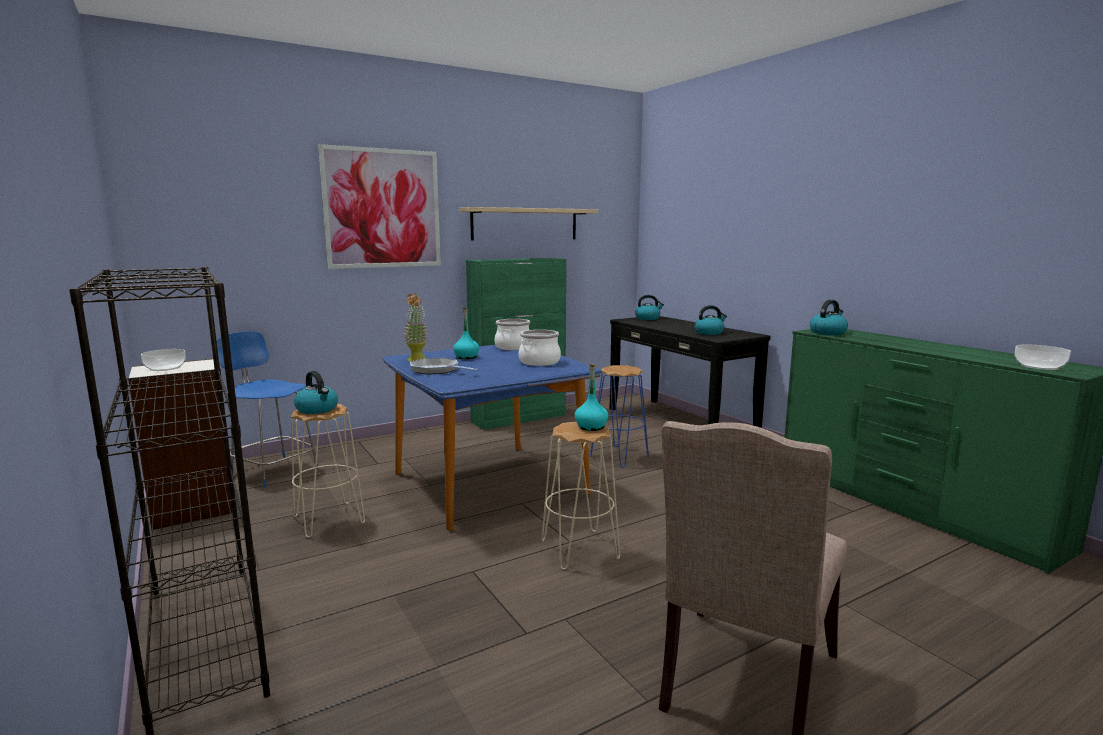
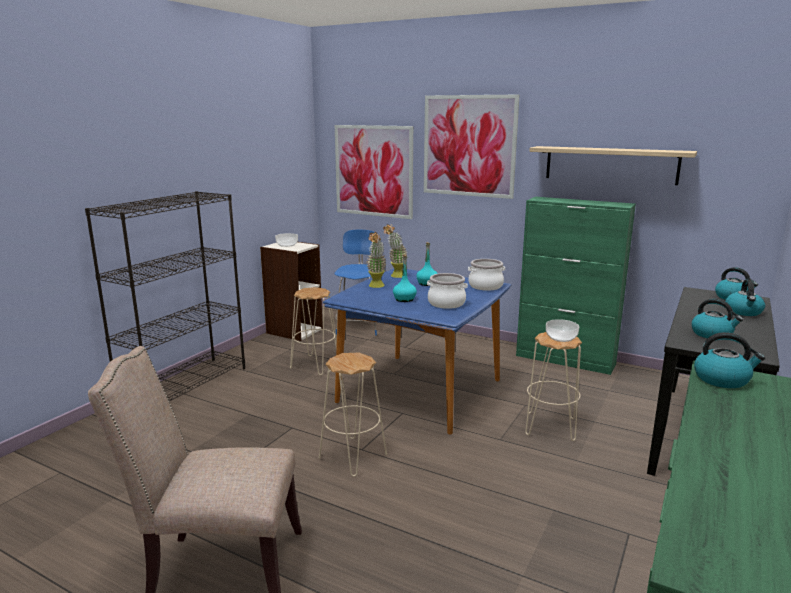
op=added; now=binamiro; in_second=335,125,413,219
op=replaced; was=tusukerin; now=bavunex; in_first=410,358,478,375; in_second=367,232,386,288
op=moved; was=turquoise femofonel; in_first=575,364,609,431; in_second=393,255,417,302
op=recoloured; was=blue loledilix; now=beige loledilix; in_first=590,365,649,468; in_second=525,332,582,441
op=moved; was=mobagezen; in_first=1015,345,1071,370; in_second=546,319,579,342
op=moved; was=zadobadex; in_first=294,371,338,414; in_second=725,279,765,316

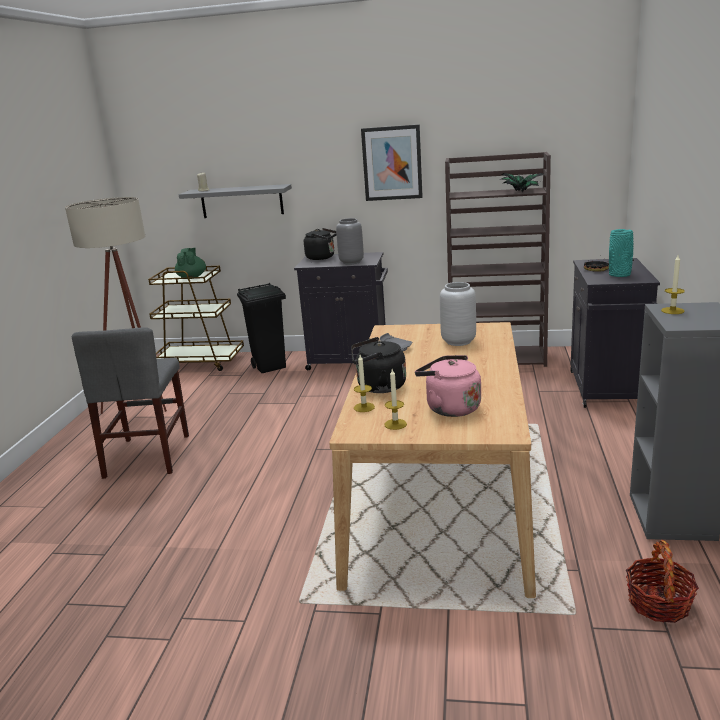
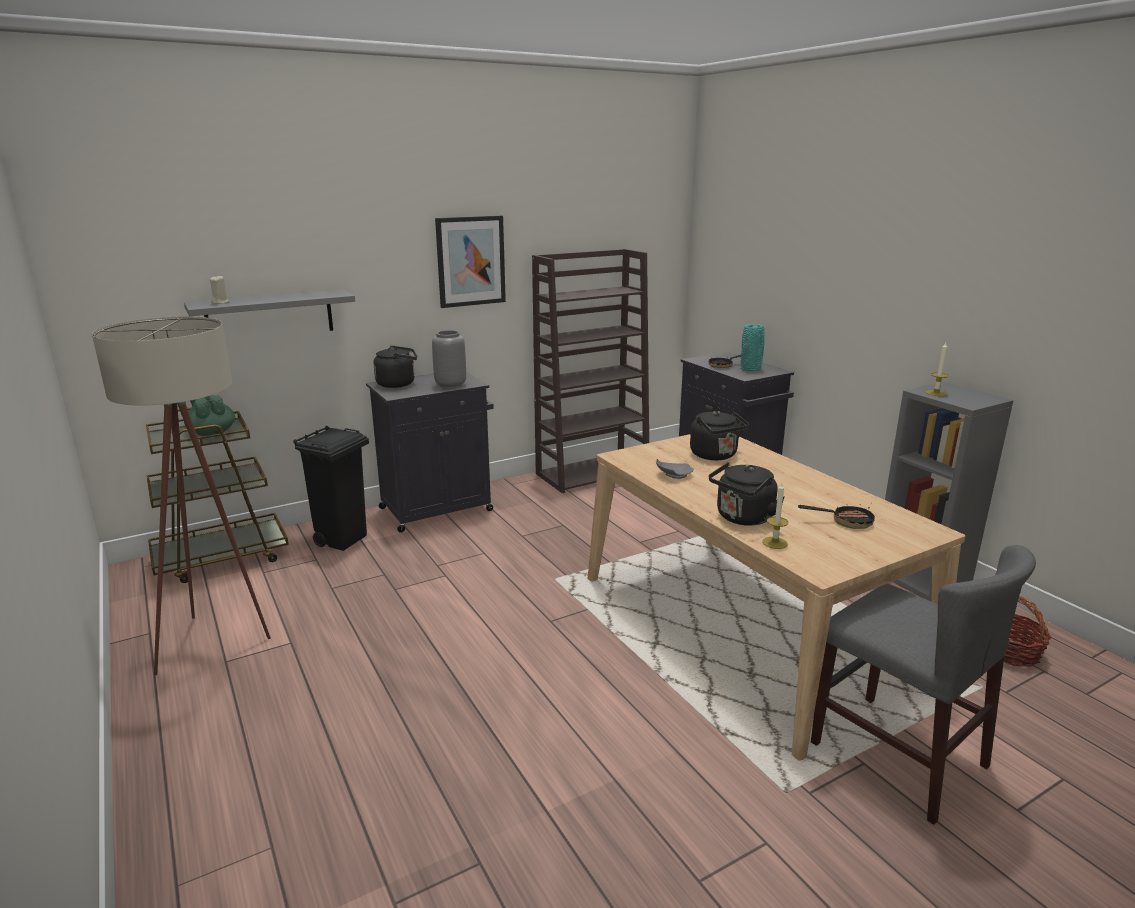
op=replaced; was=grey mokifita; now=black zadobadex; in_first=440,282,476,346; in_second=690,411,749,460
op=replaced; was=pink zadobadex; now=tusukerin; in_first=415,355,481,417; in_second=798,504,875,529
op=moved; was=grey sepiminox; in_first=72,327,189,479; in_second=811,545,1036,825
op=removed; was=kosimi; in_first=384,369,407,430
op=removed; was=bavunex; in_first=500,173,544,193

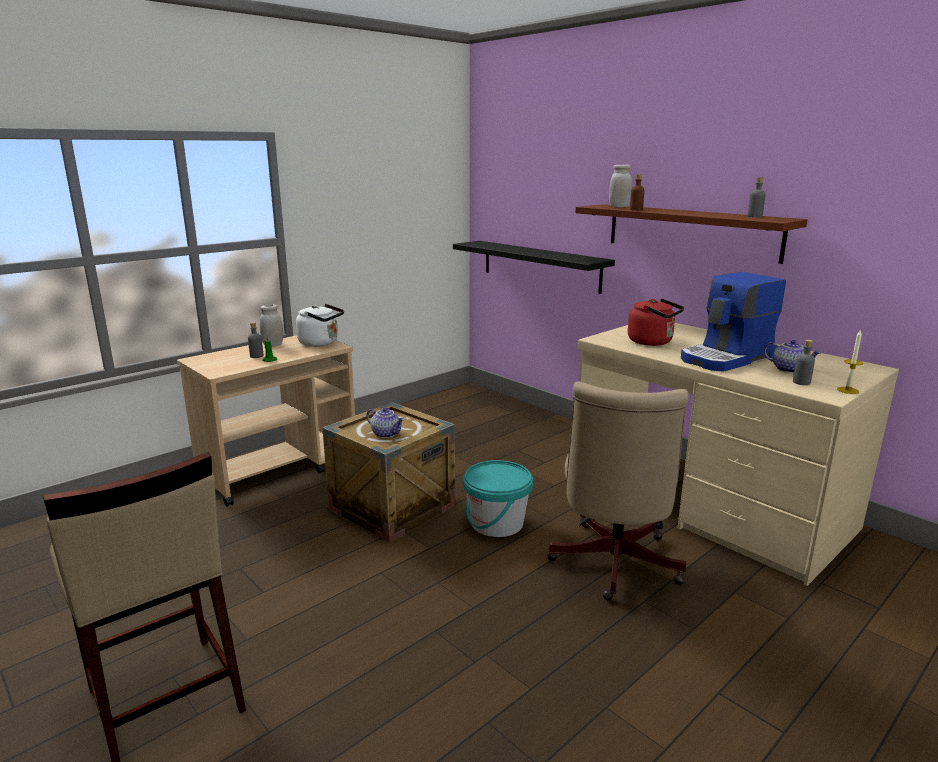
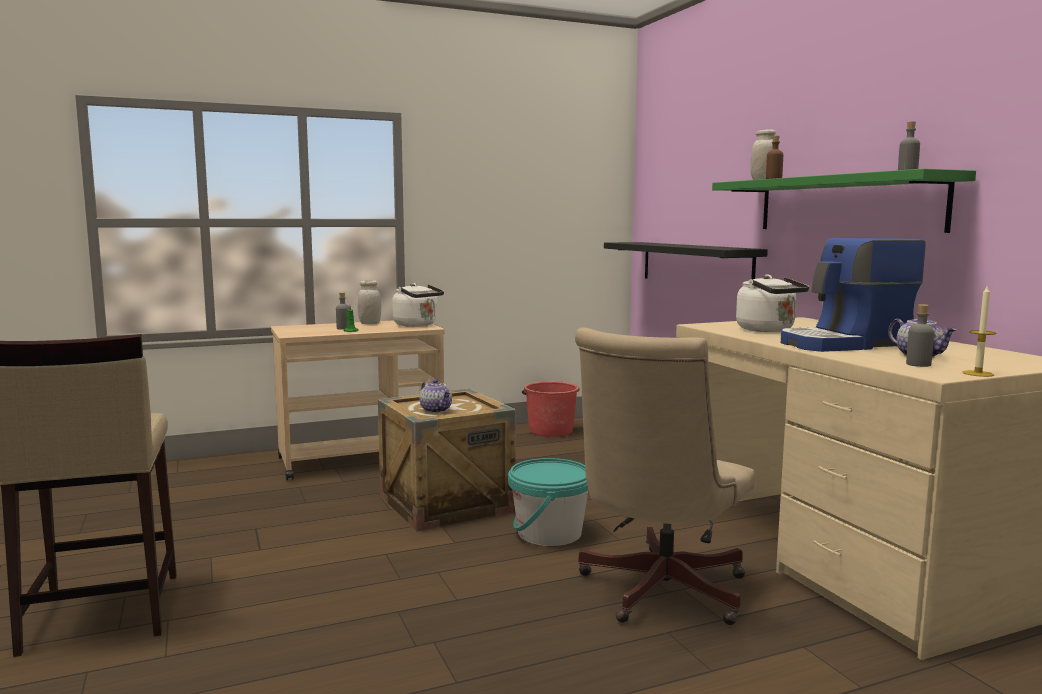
op=added; now=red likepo; in_second=522,381,580,437
op=recoloured; was=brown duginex; now=green duginex; in_first=575,204,808,264; in_second=712,169,976,233
op=recoloured; was=red zadobadex; now=white zadobadex; in_first=628,298,684,346; in_second=736,274,809,332

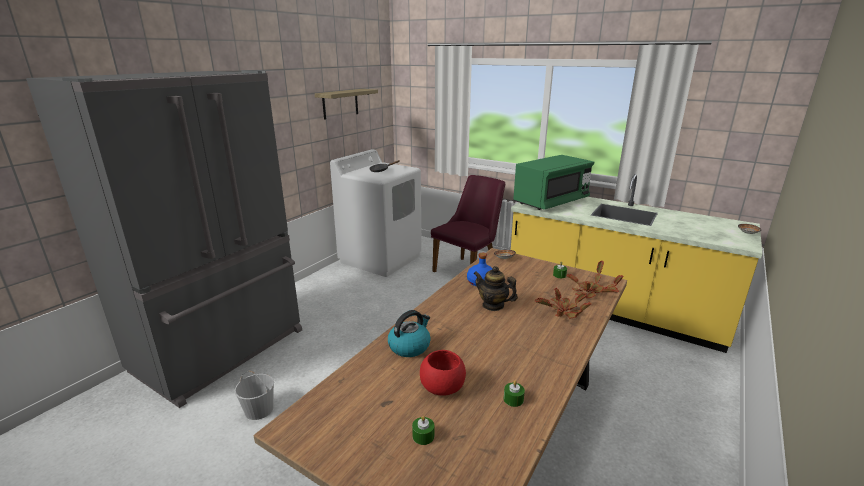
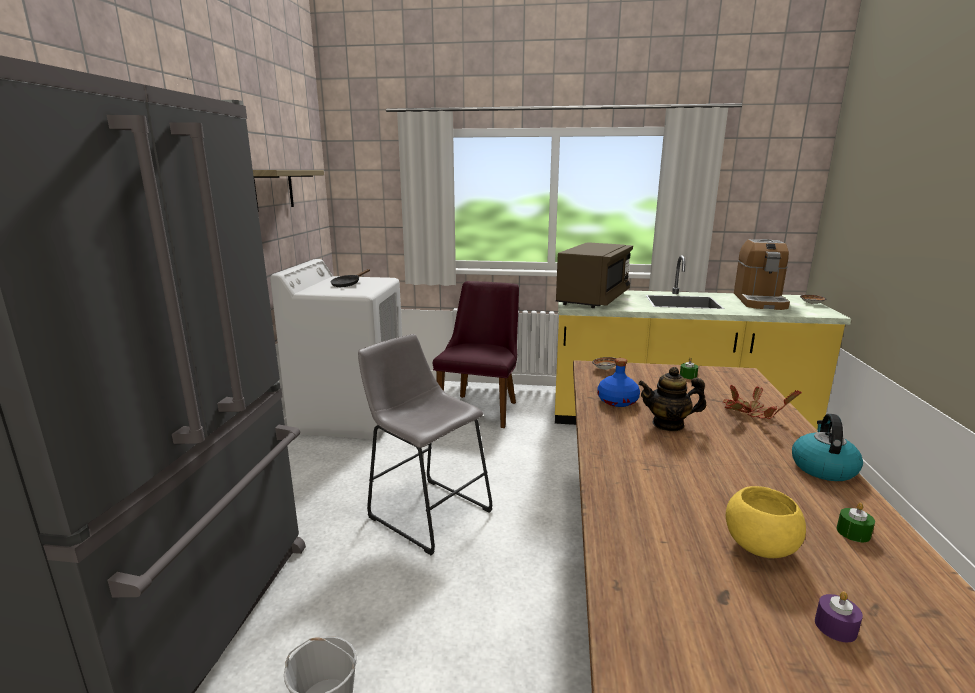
op=added; now=grey loledilix; in_second=358,334,492,555
op=recoloured; was=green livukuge; now=brown livukuge; in_first=513,155,594,210; in_second=556,242,633,308
op=recoloured; was=red mobagezen; now=yellow mobagezen; in_first=420,350,466,396; in_second=726,486,806,558
op=added; now=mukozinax; in_second=734,239,790,310
op=moved; was=zadobadex; in_first=388,310,431,357; in_second=792,414,863,481
op=recoloured; was=green kosimi; now=purple kosimi; in_first=412,416,434,445; in_second=815,591,863,642
op=removed; was=bavunex; in_first=566,261,624,298

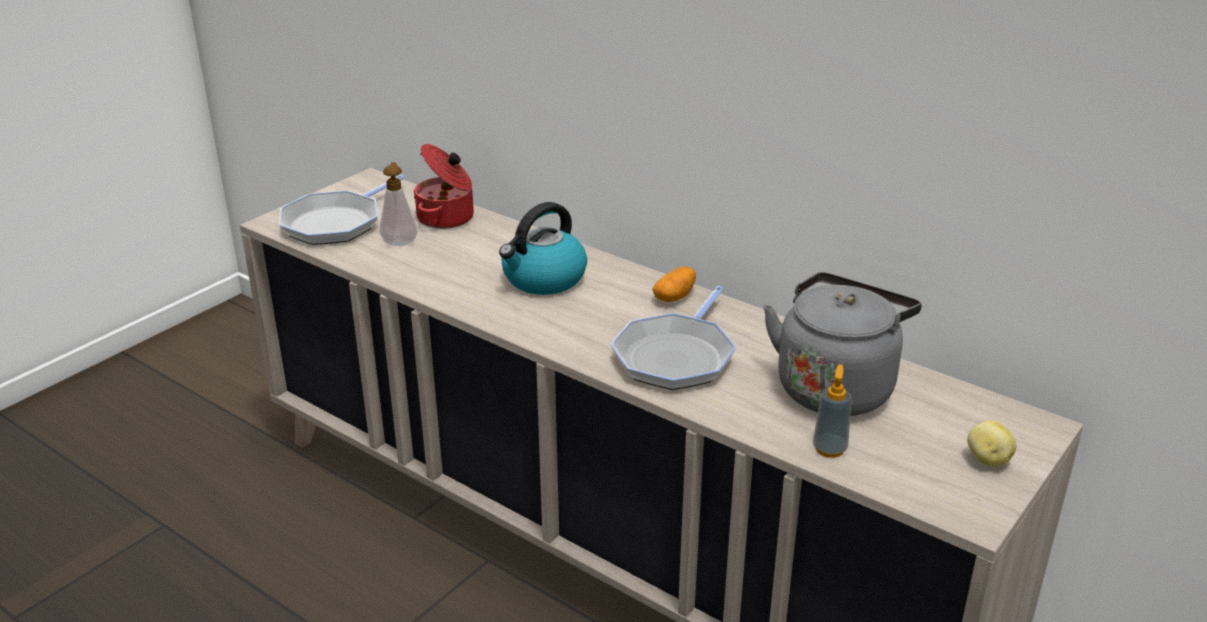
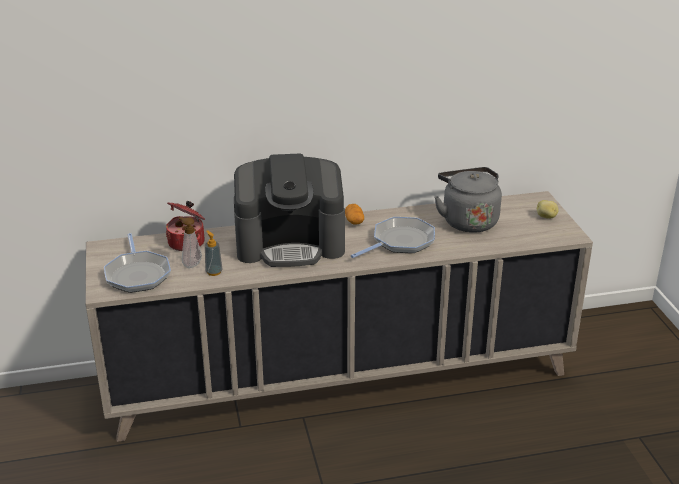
op=moved; was=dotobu; in_first=813,364,852,458; in_second=205,230,222,276
op=replaced; was=zadobadex; now=mukozinax; in_first=499,202,587,295; in_second=234,153,345,267
op=turned; was=tusukerin; in_first=611,286,736,390; in_second=351,217,435,258; clockwise=-105

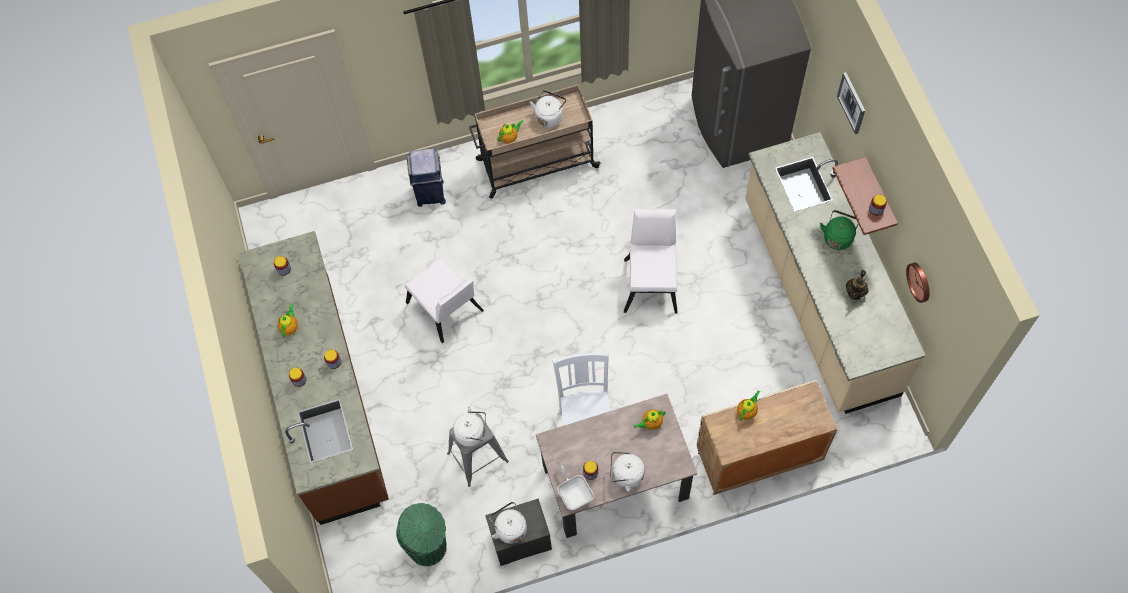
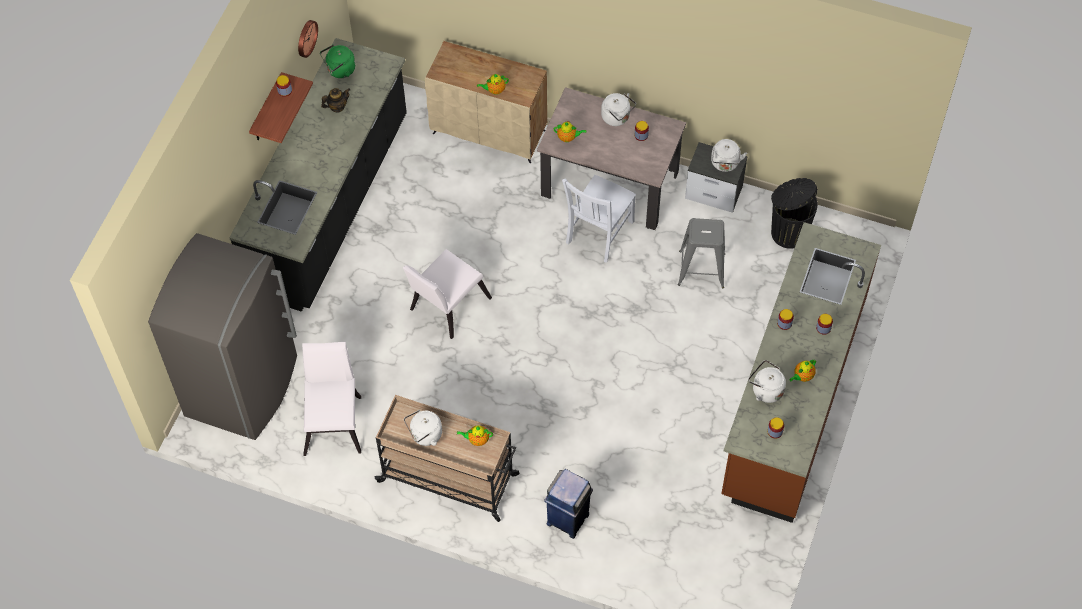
op=recoloured; was=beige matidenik; now=black matidenik; in_first=745,132,926,414; in_second=229,38,407,312
op=moved; was=white sepiminox; in_first=405,258,484,343; in_second=302,342,361,456
op=moved; was=green zadobadex; in_first=820,210,859,250; in_second=320,44,355,78
op=moved; was=white zadobadex; in_first=453,406,486,447; in_second=748,360,786,403
op=recoloured; was=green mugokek; now=black mugokek; in_first=396,503,447,566; in_second=771,178,818,249
op=removed; was=tusukerin; in_first=557,461,594,510
op=removed; was=binamiro; in_first=837,72,865,134

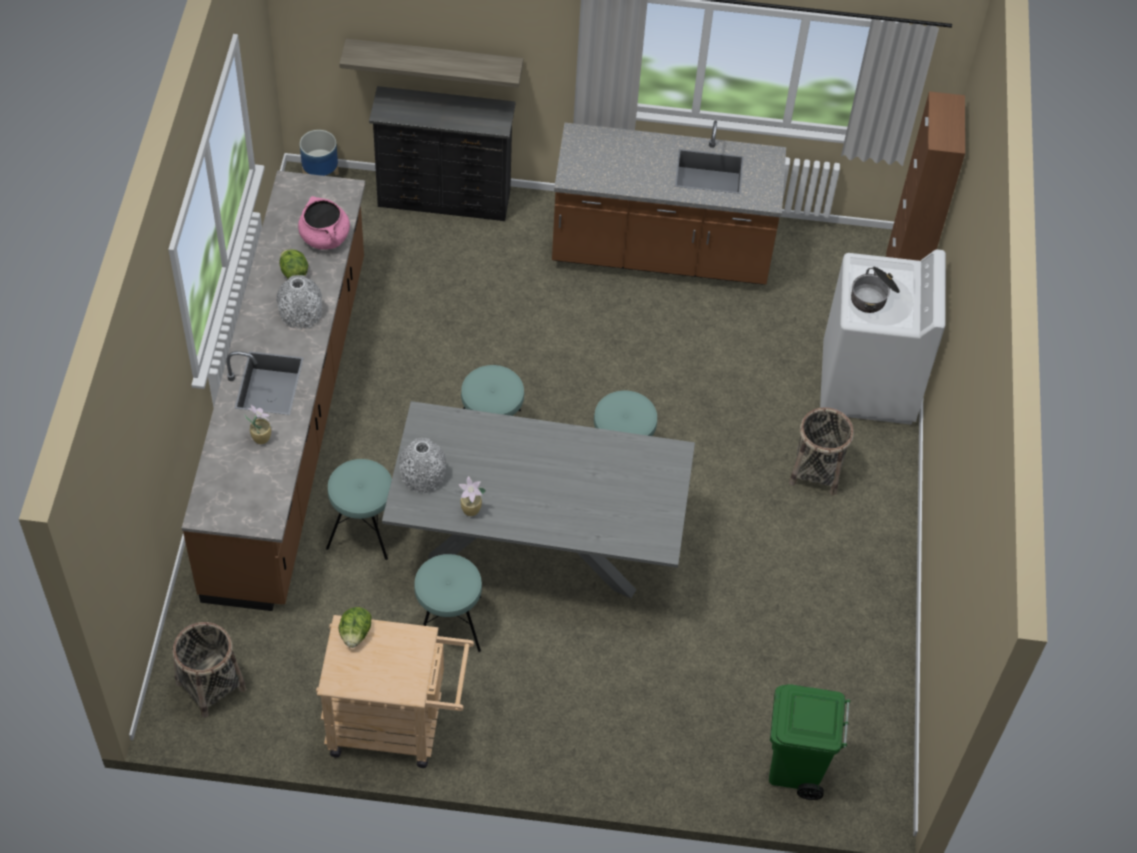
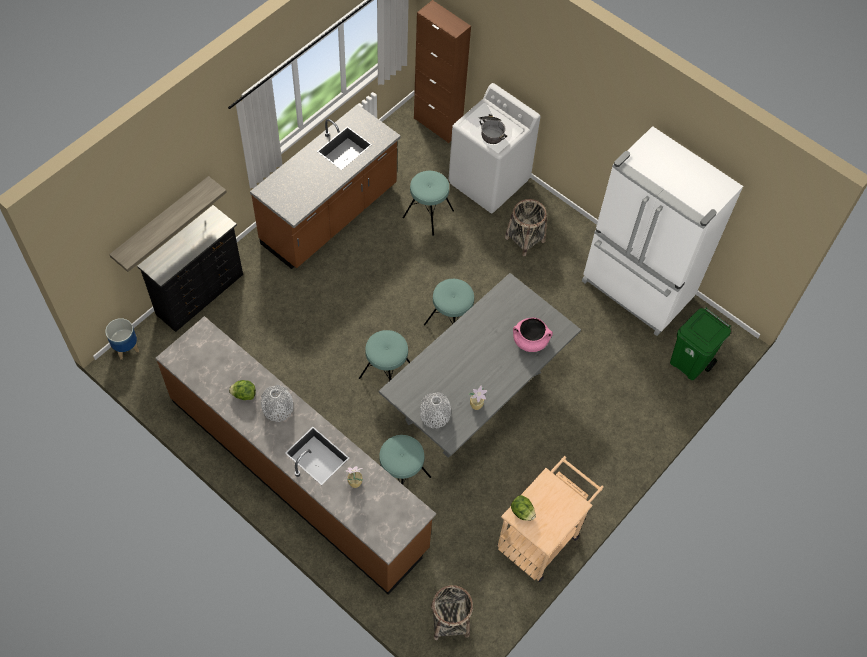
op=moved; was=turquoise loledilix; in_first=414,554,482,652; in_second=403,171,454,236
op=moved; was=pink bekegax; in_first=298,196,350,250; in_second=513,317,553,352
op=added; now=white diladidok; in_second=582,126,743,336

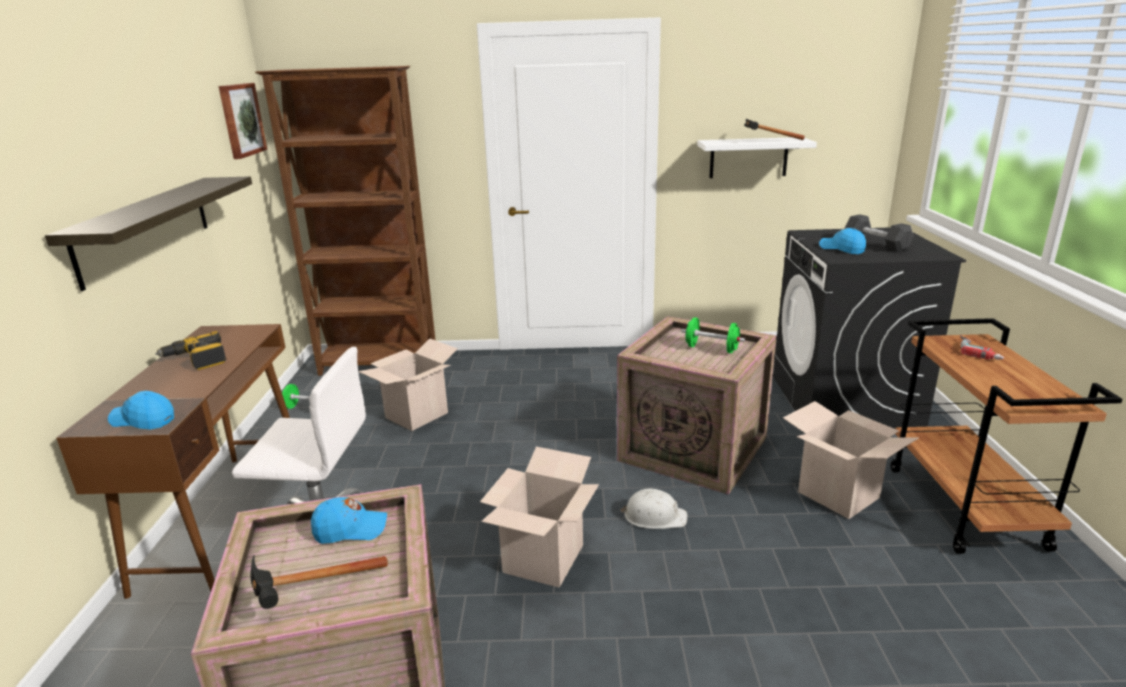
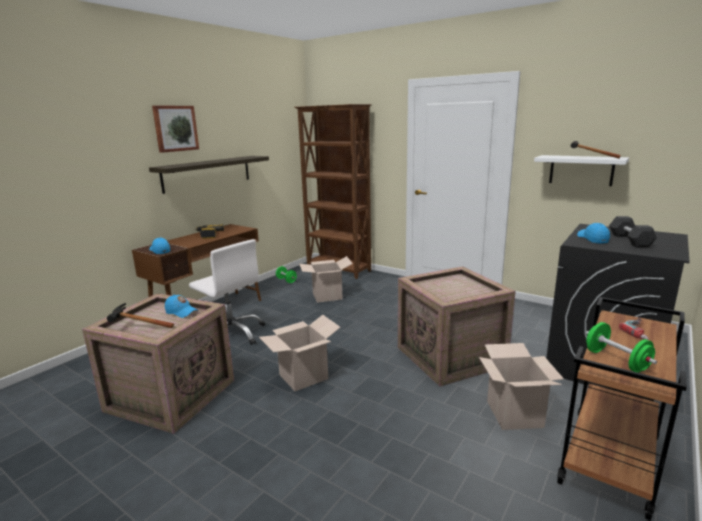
op=moved; was=binamiro; in_first=219,83,267,159; in_second=152,106,199,153
op=moved; was=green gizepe; in_first=681,317,745,353; in_second=586,322,657,373
op=removed; was=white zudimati; in_first=620,489,687,529

